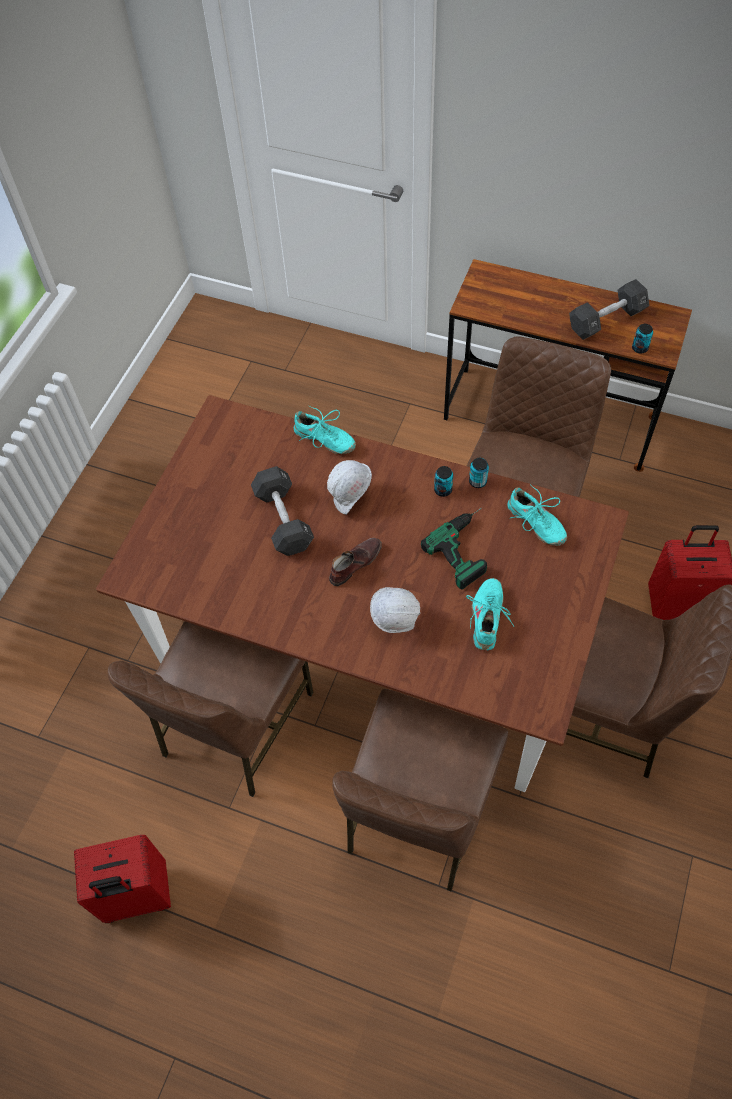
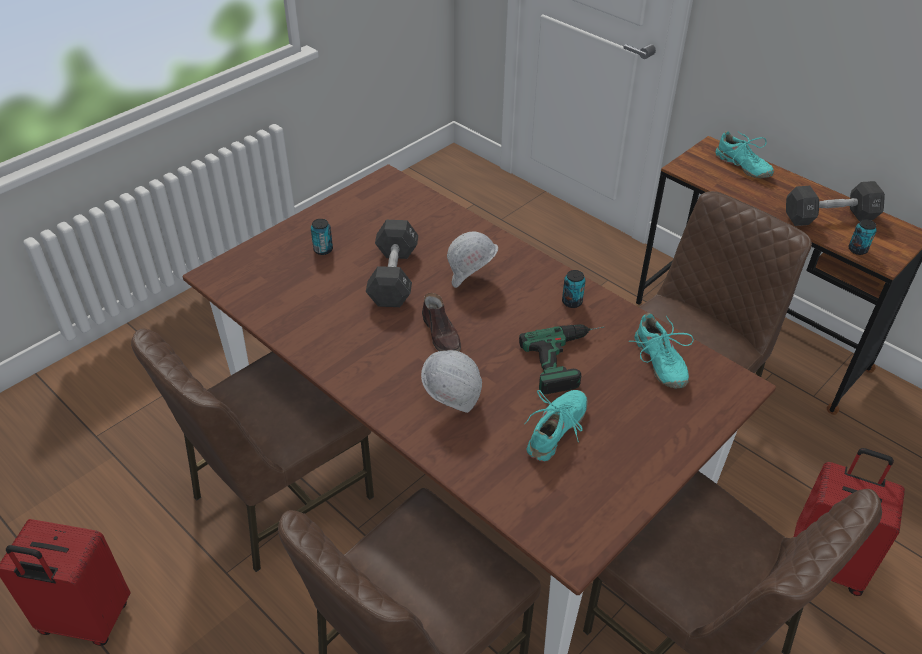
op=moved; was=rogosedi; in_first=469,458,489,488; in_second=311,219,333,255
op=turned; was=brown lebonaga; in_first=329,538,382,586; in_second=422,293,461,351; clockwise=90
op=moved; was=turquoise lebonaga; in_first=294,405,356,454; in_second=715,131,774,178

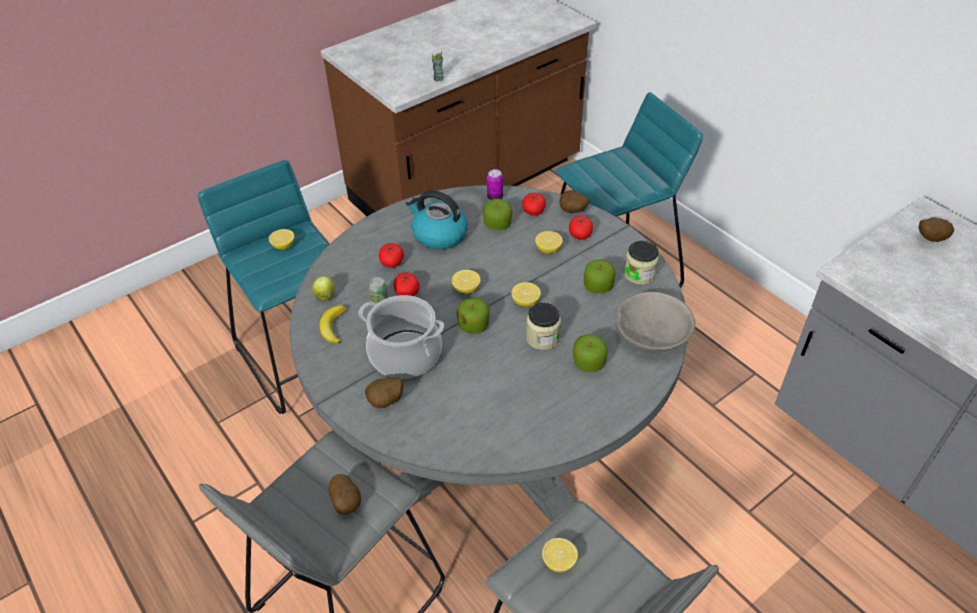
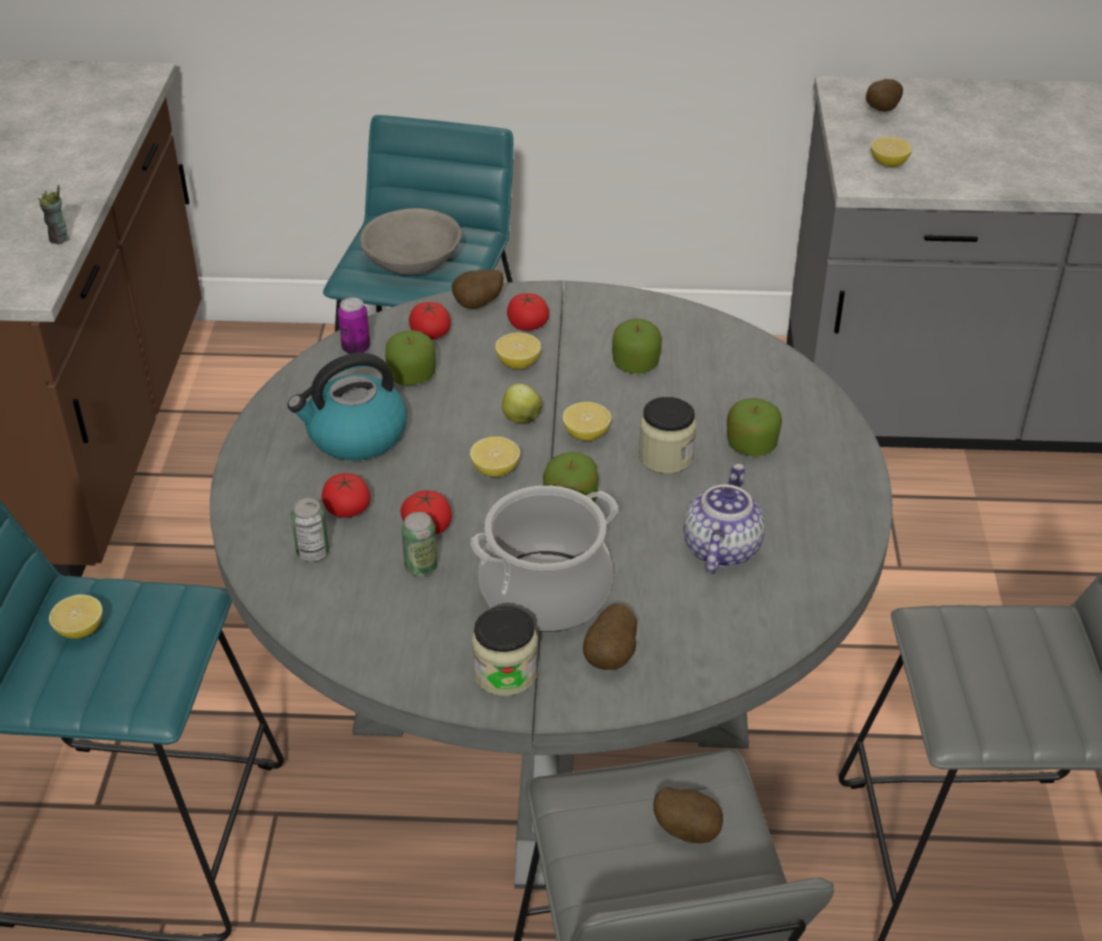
op=added; now=rogosedi; in_second=291,498,329,562
op=moved; was=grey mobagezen; in_first=616,292,695,353; in_second=360,208,462,275
op=moved; was=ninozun; in_first=624,241,659,285; in_second=472,606,538,696
op=moved; was=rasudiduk; in_first=312,276,335,301; in_second=502,384,543,423
op=added; now=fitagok; in_second=683,464,765,574
op=moved; was=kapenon; in_first=542,538,578,572; in_second=871,137,912,167
op=removed; was=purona; in_first=319,305,346,344

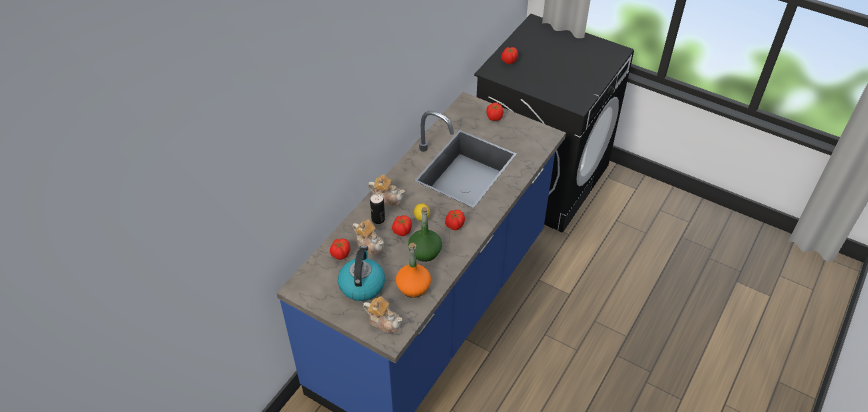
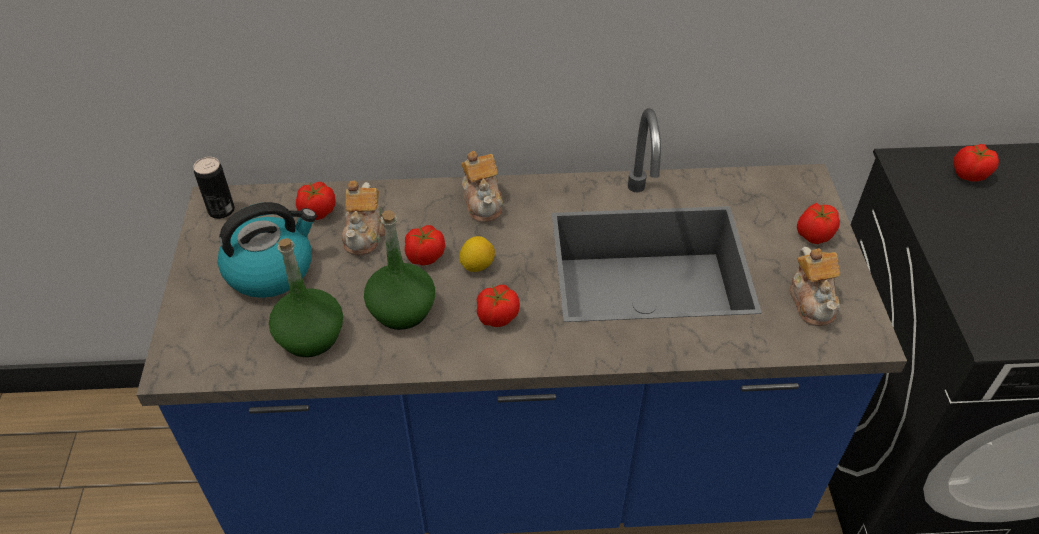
op=moved; was=rogosedi; in_first=370,194,385,224; in_second=193,157,235,219
op=recoloured; was=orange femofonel; now=green femofonel; in_first=396,243,431,298; in_second=269,238,343,357
op=moved; was=fitagok; in_first=363,296,402,333; in_second=790,247,840,326

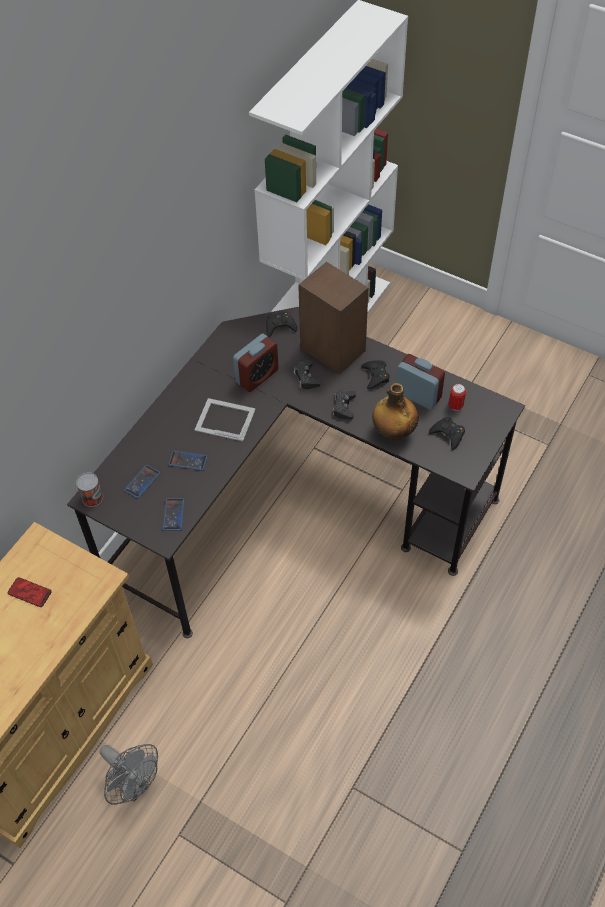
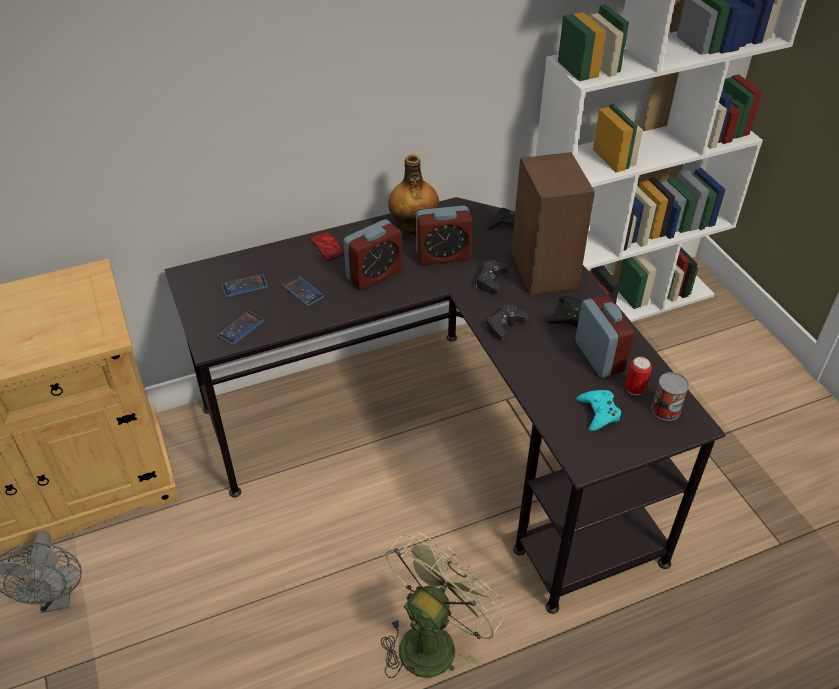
op=moved; was=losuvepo; in_first=8,577,52,607; in_second=310,232,344,261
op=replaced; was=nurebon; now=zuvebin; in_first=195,398,256,442; in_second=343,219,402,290
op=added; now=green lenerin; in_second=381,533,505,678
op=moved; was=femofonel; in_first=372,383,419,440; in_second=388,154,440,235
op=recoloured; was=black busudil; now=turquoise busudil; in_first=429,417,465,450; in_second=576,390,621,431
op=moved; was=rogosedi; in_first=76,472,103,507; in_second=652,372,689,421

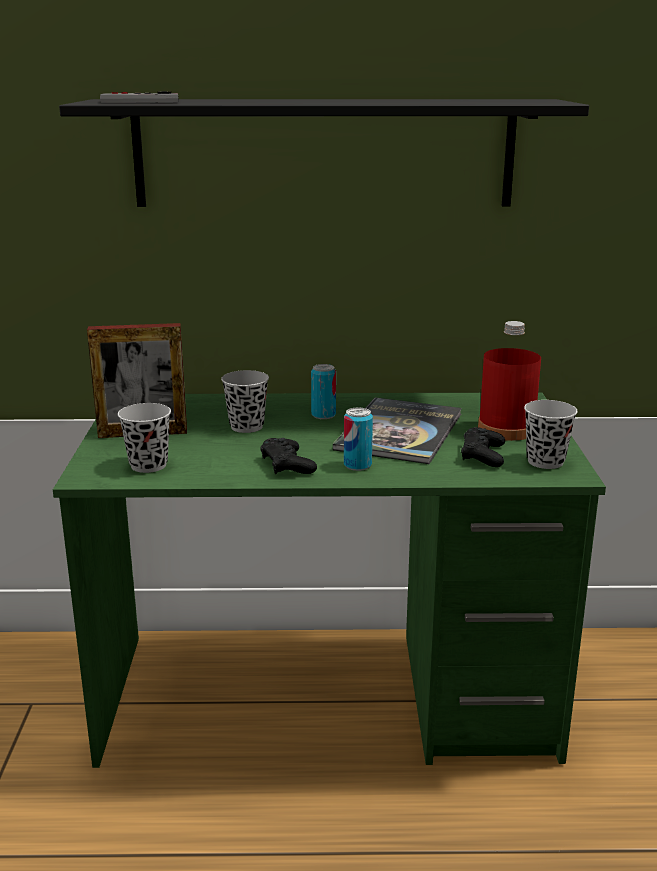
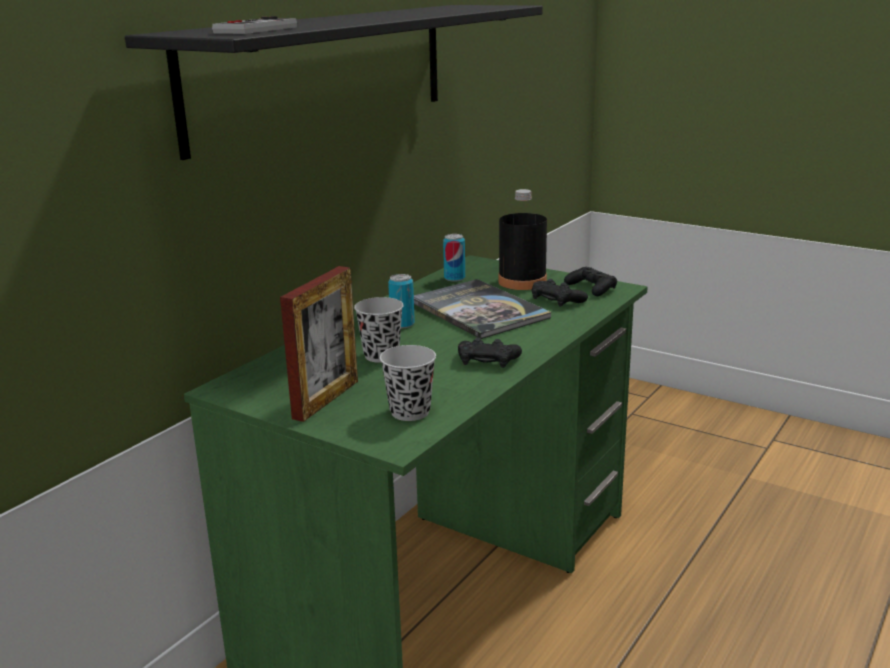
op=moved; was=rogosedi; in_first=344,408,373,471; in_second=443,234,465,281
op=recoloured; was=red femofonel; now=black femofonel; in_first=478,321,541,441; in_second=498,189,547,290
op=replaced; was=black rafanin; now=black busudil; in_first=524,400,578,469; in_second=564,267,617,296

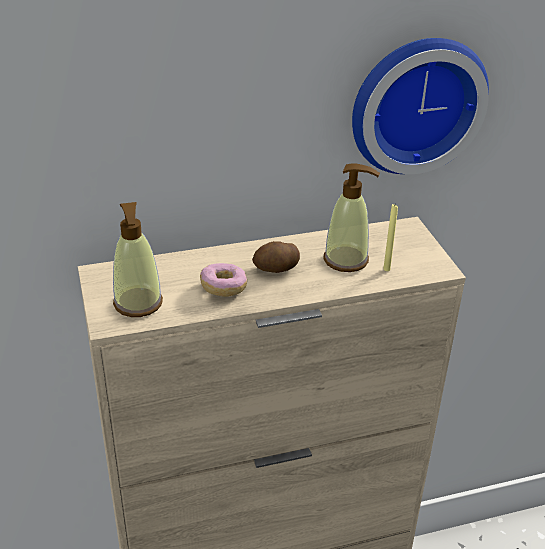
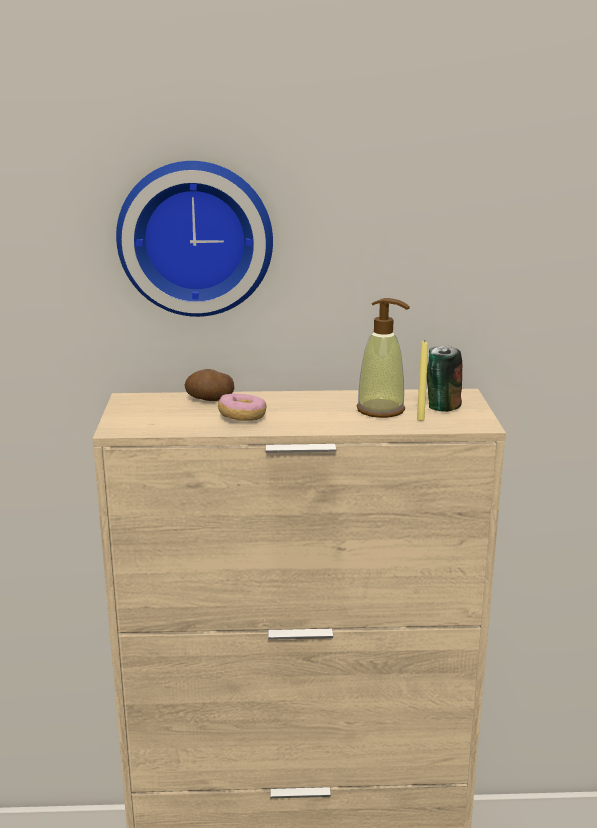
op=moved; was=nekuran; in_first=352,38,489,174; in_second=116,161,273,317
op=moved; was=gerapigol; in_first=252,241,300,273; in_second=185,369,234,401
op=added; now=rogosedi; in_second=427,345,462,412
op=removed; was=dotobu; in_first=113,202,163,317

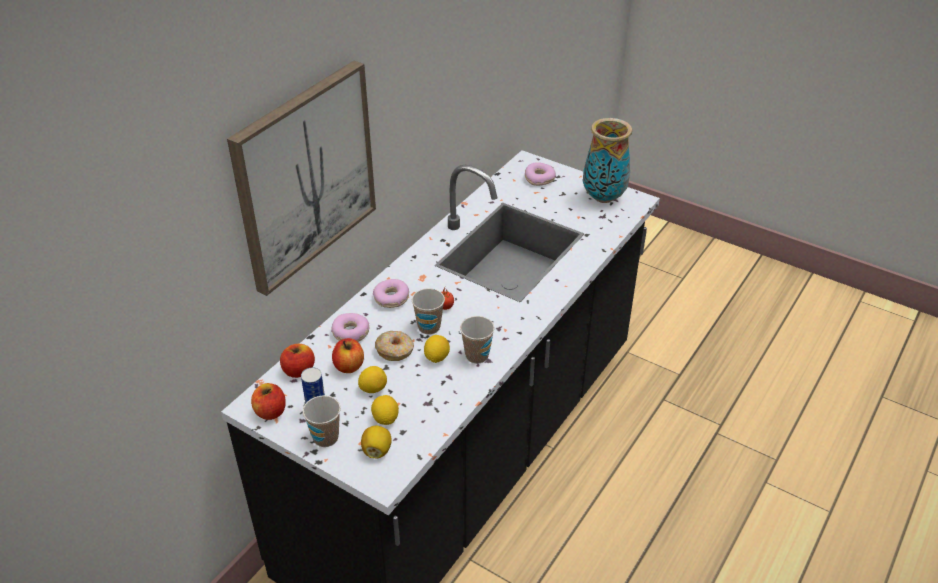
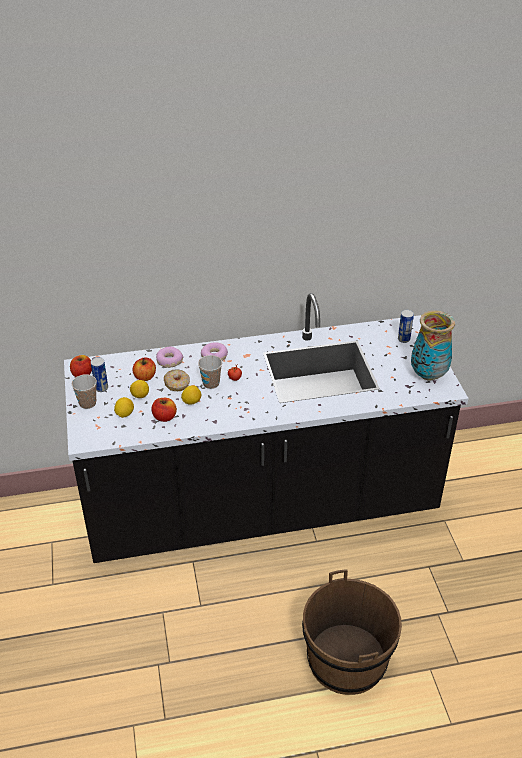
op=moved; was=rasudiduk; in_first=280,344,315,378; in_second=152,398,177,422
op=added; now=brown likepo; in_second=302,569,402,695
op=replaced; was=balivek; now=rogosedi; in_first=525,162,556,186; in_second=398,310,414,343
op=removed; was=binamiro; in_first=227,61,376,296
op=removed; was=kapenon; in_first=361,426,392,459
op=removed; was=rafanin; in_first=460,316,494,364

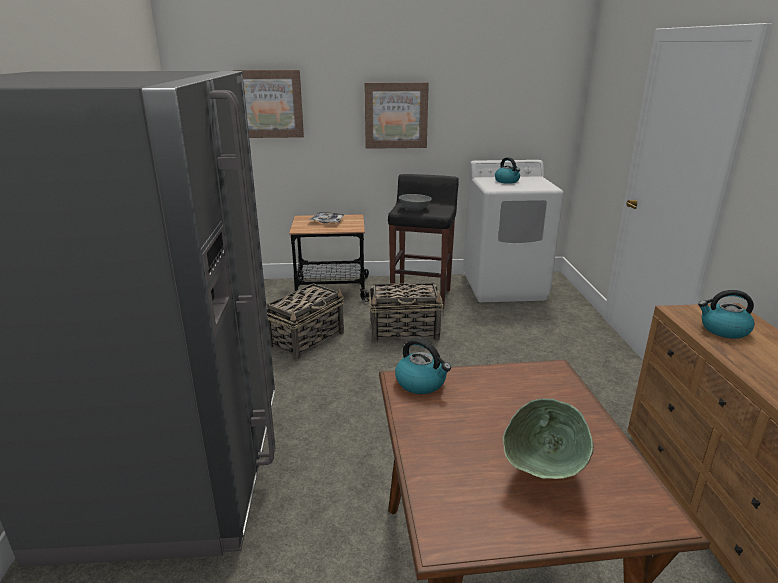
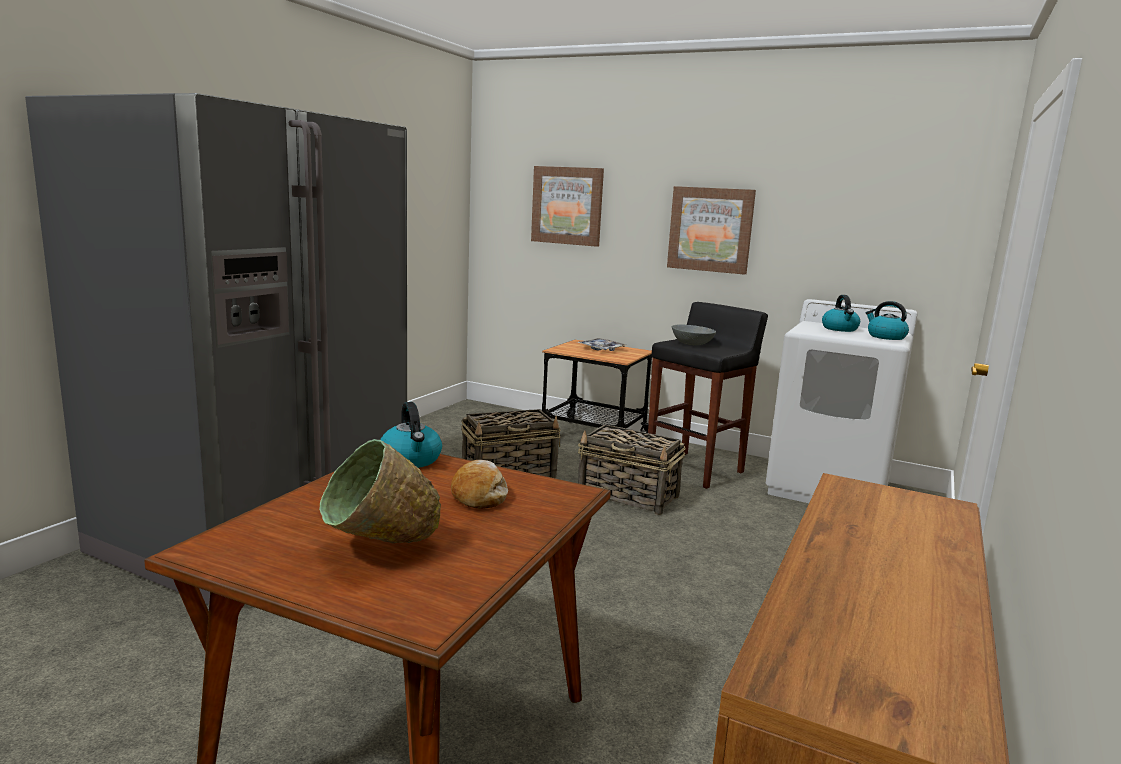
op=added; now=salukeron; in_second=451,460,508,509
op=moved; was=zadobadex; in_first=698,290,755,339; in_second=866,301,909,340

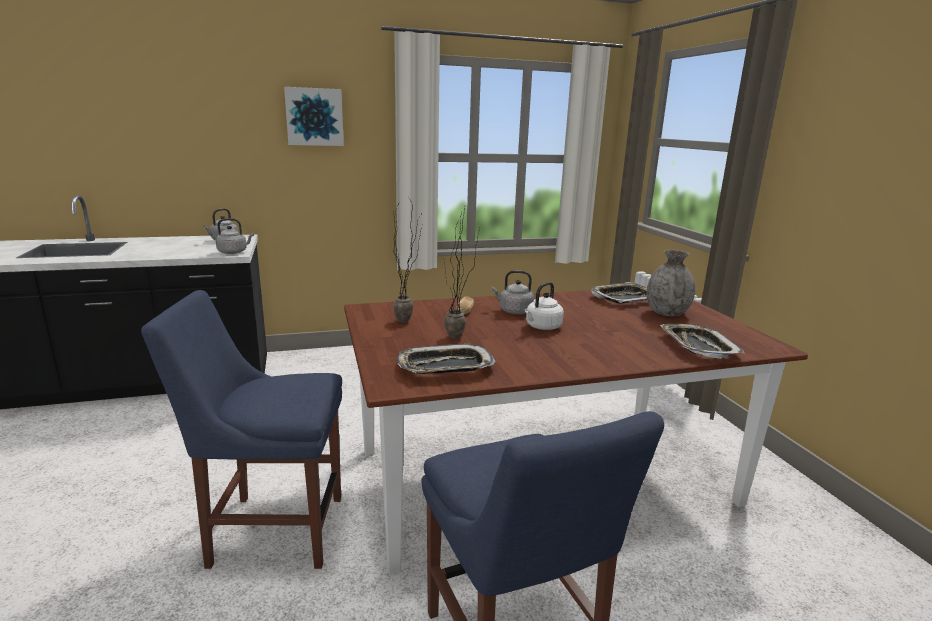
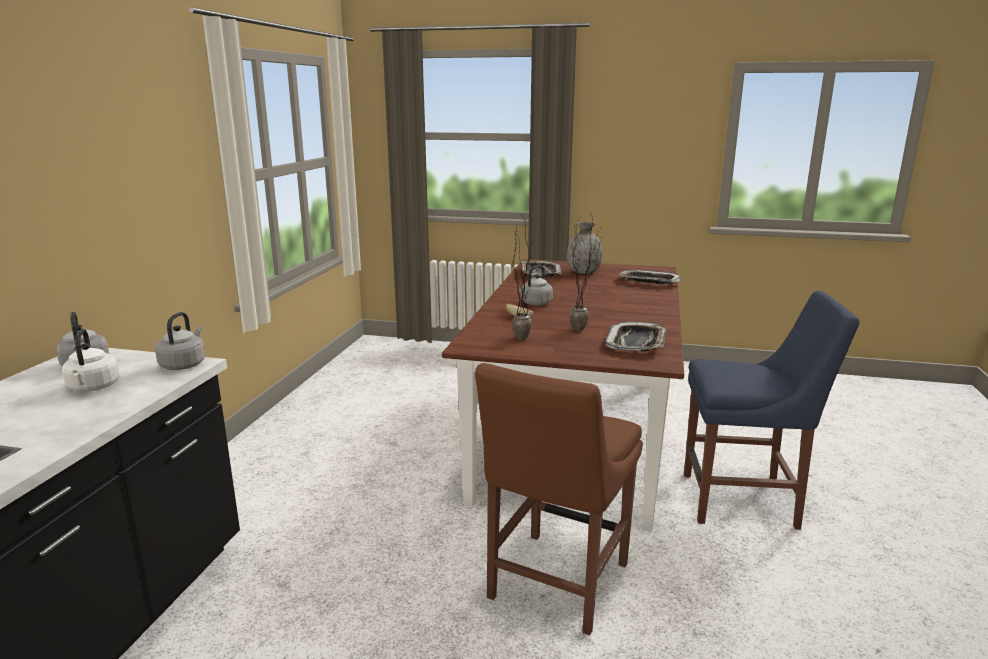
op=moved; was=white zadobadex; in_first=525,282,564,330; in_second=62,329,119,392
op=recoloured; was=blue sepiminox; now=brown sepiminox; in_first=141,290,342,569; in_second=475,363,643,635
op=removed; was=binamiro; in_first=284,87,344,146

